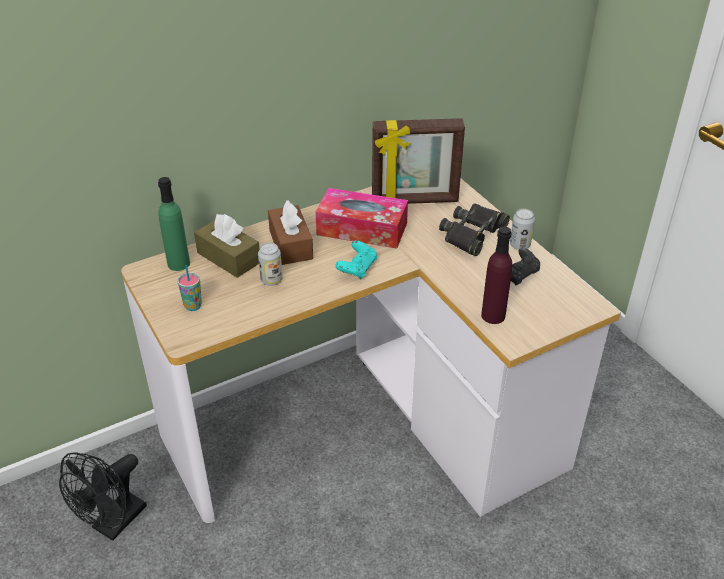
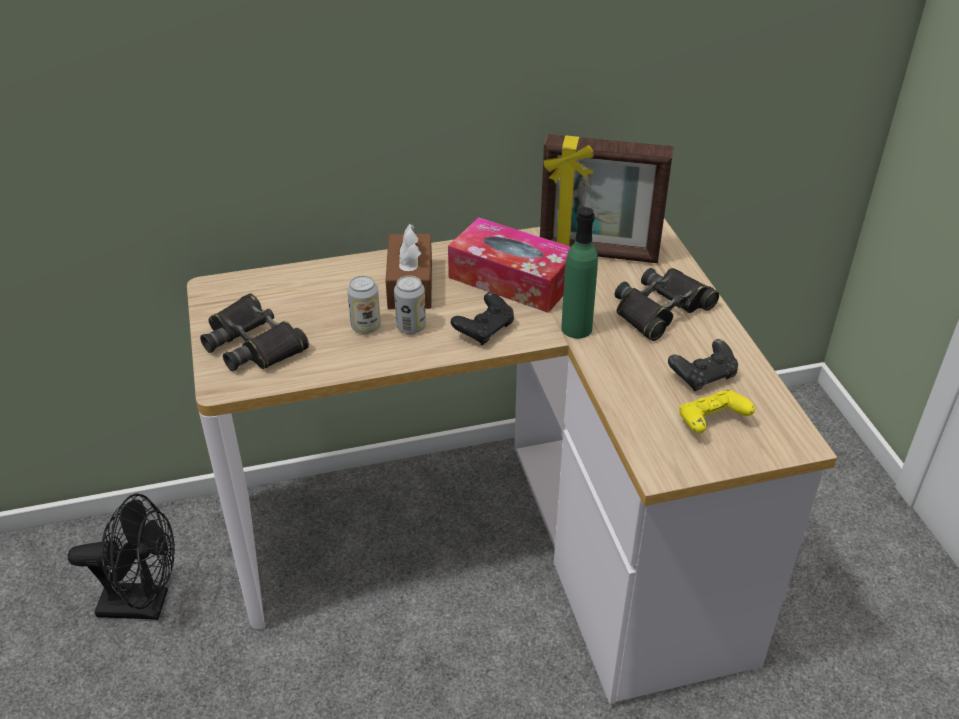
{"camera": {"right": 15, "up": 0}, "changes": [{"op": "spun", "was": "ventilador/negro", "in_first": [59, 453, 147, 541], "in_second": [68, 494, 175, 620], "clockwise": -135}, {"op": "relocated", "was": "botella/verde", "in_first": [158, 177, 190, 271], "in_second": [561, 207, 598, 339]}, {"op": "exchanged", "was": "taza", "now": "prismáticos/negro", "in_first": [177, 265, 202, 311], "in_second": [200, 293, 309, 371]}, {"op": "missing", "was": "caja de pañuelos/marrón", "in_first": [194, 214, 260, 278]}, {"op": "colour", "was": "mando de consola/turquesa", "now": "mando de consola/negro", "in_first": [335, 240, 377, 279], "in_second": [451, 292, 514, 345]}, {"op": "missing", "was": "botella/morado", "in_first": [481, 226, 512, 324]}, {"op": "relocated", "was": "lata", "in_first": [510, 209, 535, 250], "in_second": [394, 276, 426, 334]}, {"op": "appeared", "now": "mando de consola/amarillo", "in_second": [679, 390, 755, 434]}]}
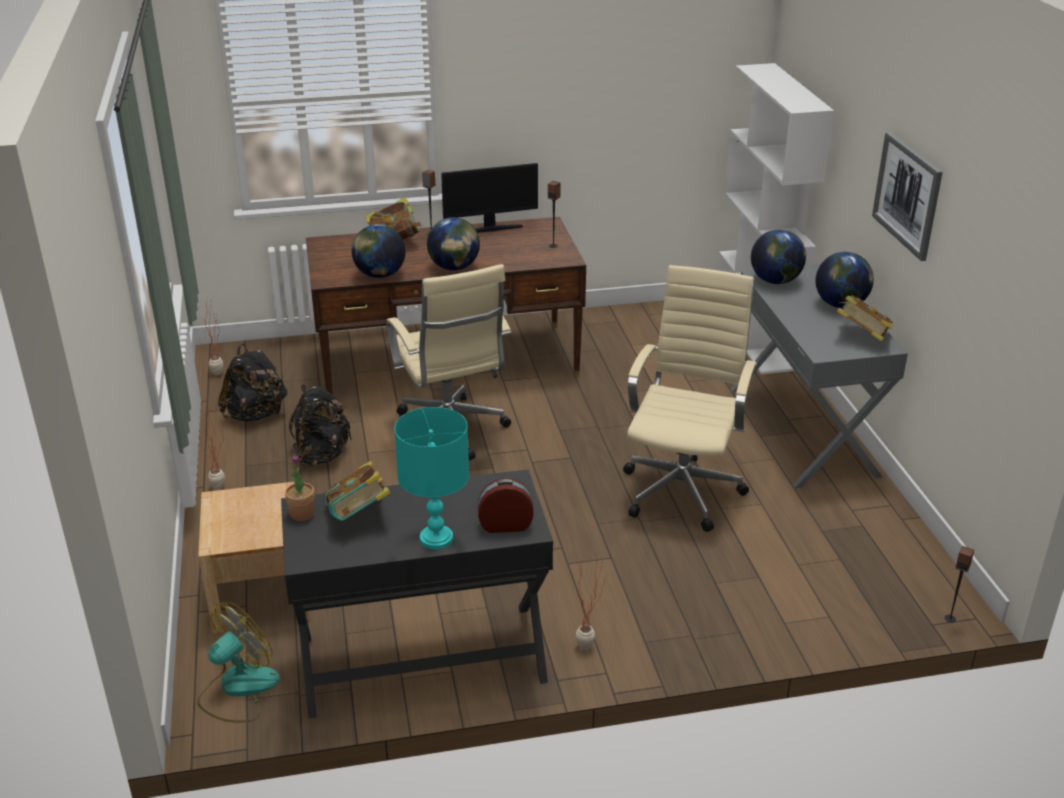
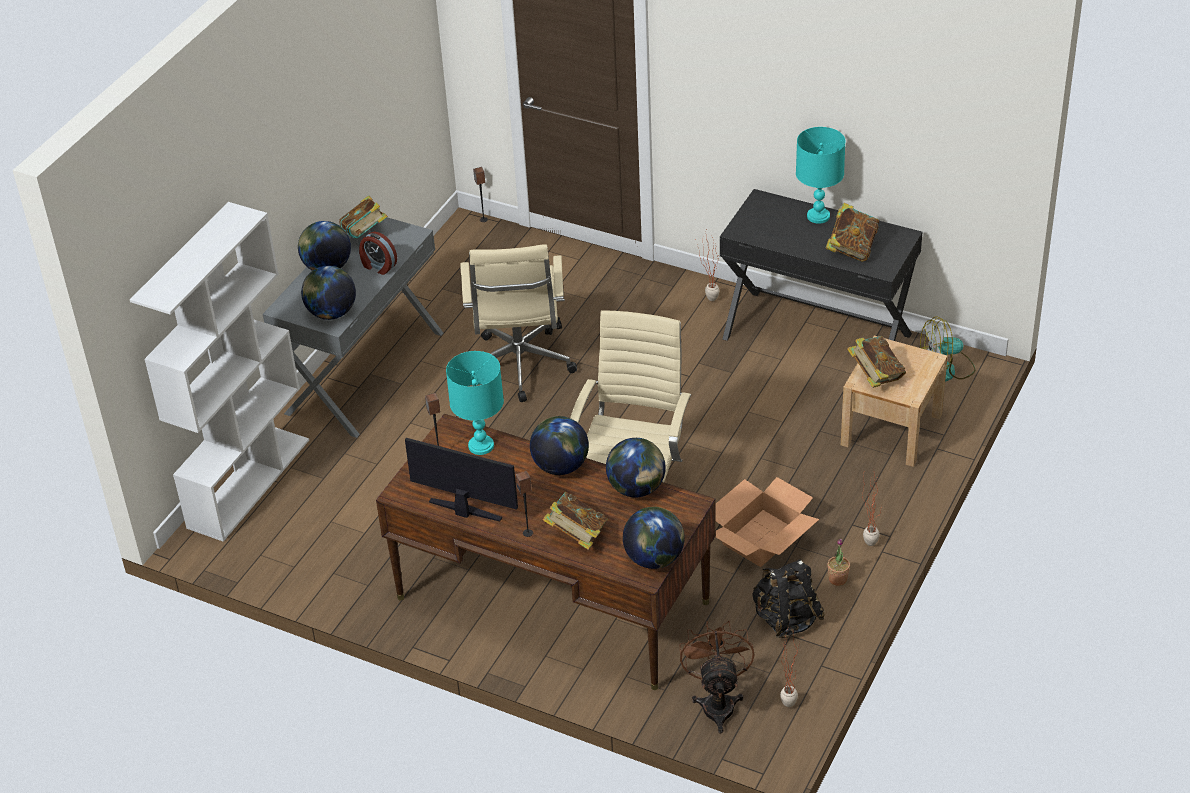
{"camera": {"right": -140, "up": 10}, "changes": [{"op": "relocated", "was": "planta en maceta", "in_first": [285, 454, 315, 521], "in_second": [827, 539, 850, 586]}, {"op": "exchanged", "was": "mochila/negro", "now": "caja de cartón", "in_first": [289, 385, 351, 467], "in_second": [715, 477, 819, 567]}, {"op": "relocated", "was": "despertador", "in_first": [478, 478, 534, 533], "in_second": [359, 231, 397, 275]}, {"op": "spun", "was": "silla de oficina/beis", "in_first": [623, 265, 757, 532], "in_second": [460, 244, 577, 402], "clockwise": -60}, {"op": "missing", "was": "cuadro", "in_first": [872, 132, 943, 261]}, {"op": "appeared", "now": "lámpara de mesa/turquesa", "in_second": [446, 351, 504, 455]}, {"op": "appeared", "now": "globo terráqueo", "in_second": [623, 507, 685, 569]}, {"op": "appeared", "now": "ventilador/marrón", "in_second": [680, 621, 754, 734]}, {"op": "appeared", "now": "libro", "in_second": [847, 336, 906, 388]}]}
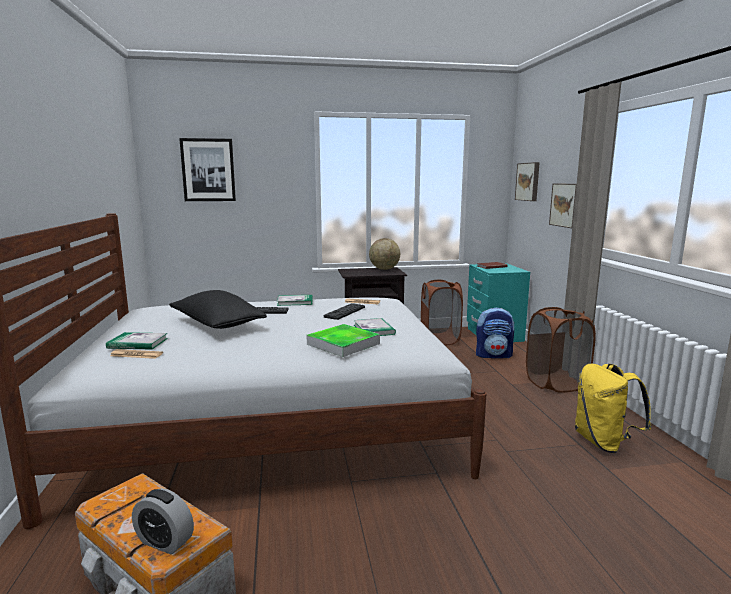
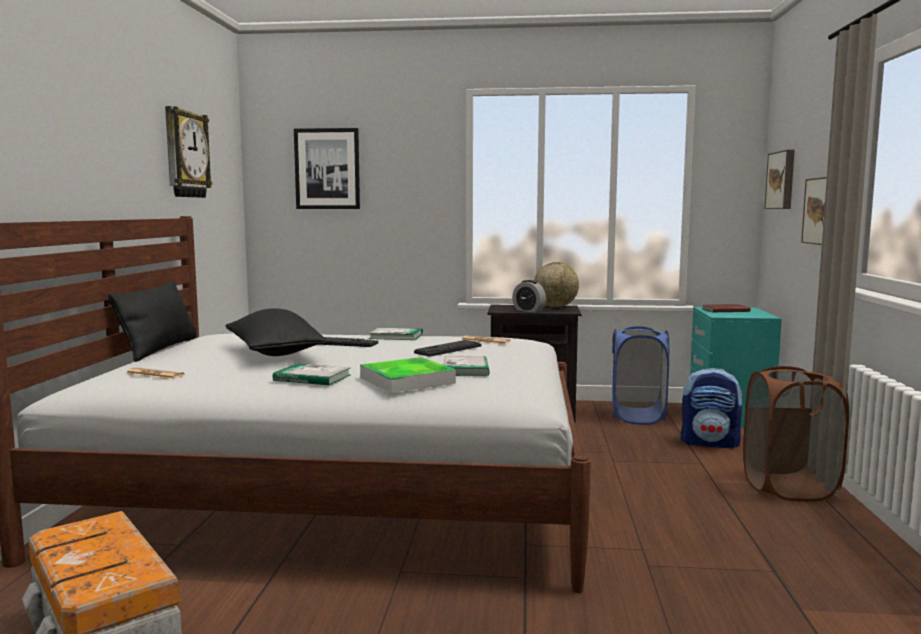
{"camera": {"right": 15, "up": -5}, "changes": [{"op": "relocated", "was": "libro", "in_first": [106, 332, 168, 350], "in_second": [273, 363, 351, 385]}, {"op": "relocated", "was": "despertador", "in_first": [132, 488, 194, 554], "in_second": [512, 280, 546, 312]}, {"op": "colour", "was": "cesto de la ropa/marrón", "now": "cesto de la ropa/azul", "in_first": [421, 280, 463, 345], "in_second": [612, 326, 670, 425]}, {"op": "missing", "was": "mochila/amarillo", "in_first": [575, 363, 652, 453]}, {"op": "appeared", "now": "cojín/negro", "in_second": [108, 280, 197, 362]}, {"op": "appeared", "now": "reloj de pared", "in_second": [165, 106, 212, 198]}]}
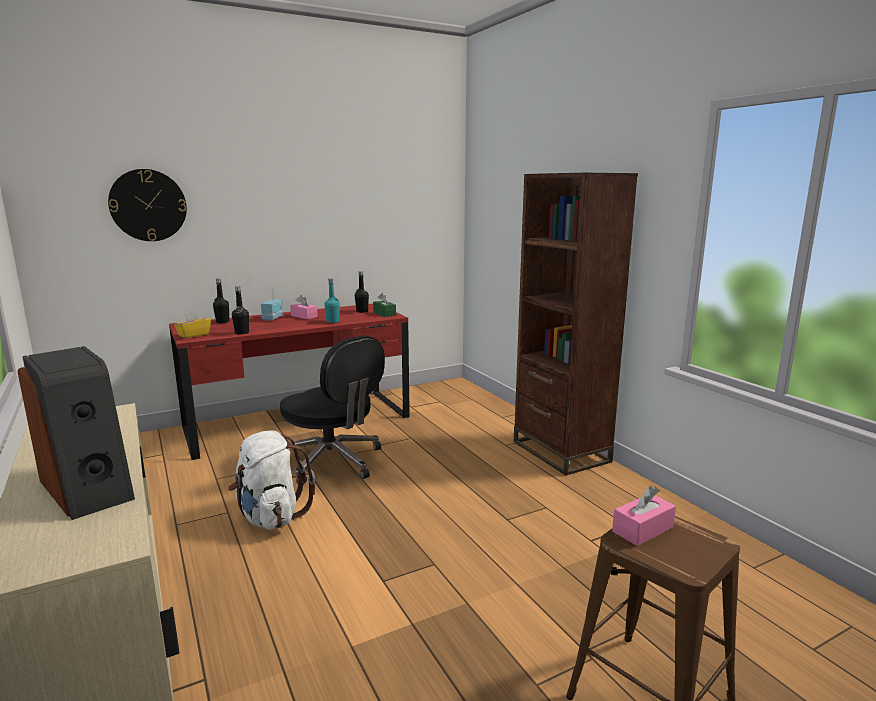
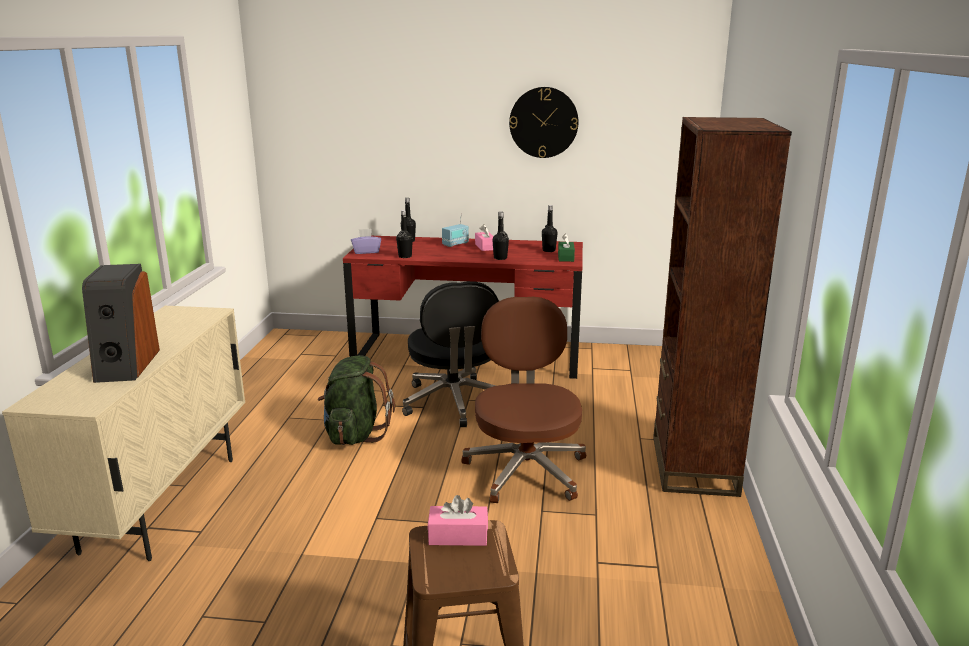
{"camera": {"right": 35, "up": 5}, "changes": [{"op": "relocated", "was": "reloj de pared", "in_first": [108, 169, 187, 241], "in_second": [509, 87, 578, 158]}, {"op": "colour", "was": "caja de pañuelos/amarillo", "now": "caja de pañuelos/morado", "in_first": [174, 311, 211, 338], "in_second": [351, 229, 381, 254]}, {"op": "colour", "was": "mochila/blanco", "now": "mochila/verde", "in_first": [228, 430, 315, 530], "in_second": [318, 355, 395, 445]}, {"op": "colour", "was": "botella/turquesa", "now": "botella/negro", "in_first": [324, 278, 340, 323], "in_second": [492, 211, 509, 260]}, {"op": "appeared", "now": "silla de oficina/marrón", "in_second": [461, 297, 586, 503]}]}
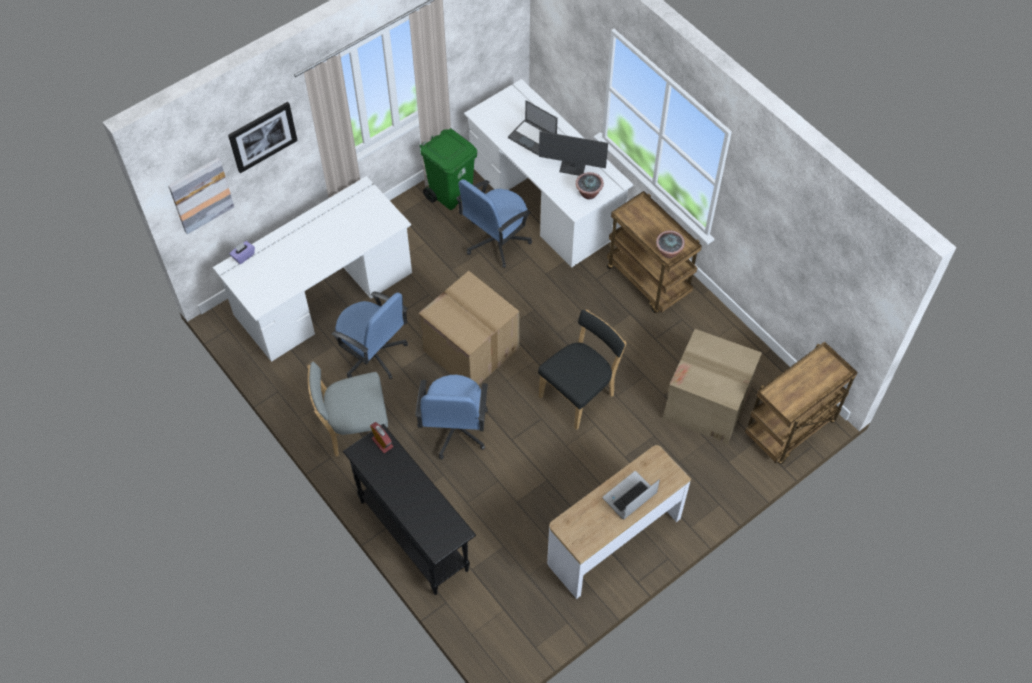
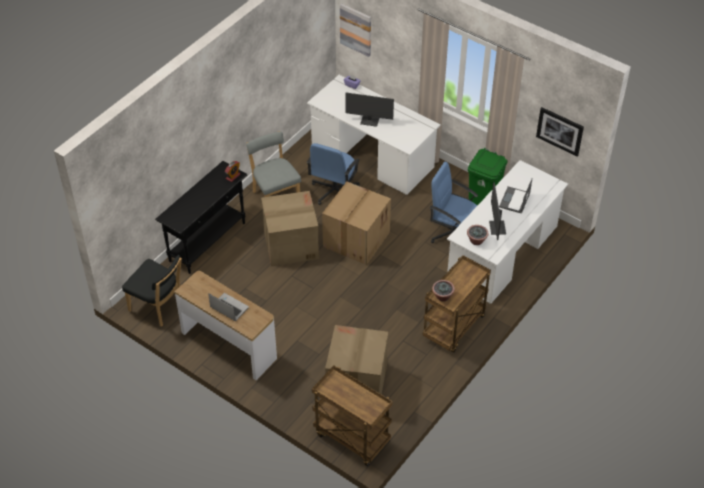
{"camera": {"right": 75, "up": -10}, "changes": [{"op": "relocated", "was": "cuadro", "in_first": [228, 102, 298, 173], "in_second": [536, 107, 584, 156]}, {"op": "exchanged", "was": "silla de oficina/azul", "now": "caja de cartón", "in_first": [415, 375, 488, 460], "in_second": [261, 191, 319, 266]}, {"op": "relocated", "was": "silla/negro", "in_first": [538, 310, 627, 430], "in_second": [122, 255, 182, 327]}, {"op": "appeared", "now": "monitor", "in_second": [345, 93, 394, 127]}]}
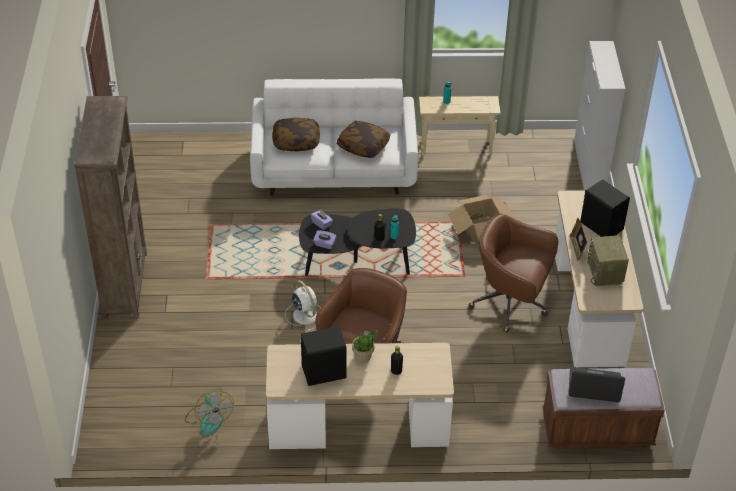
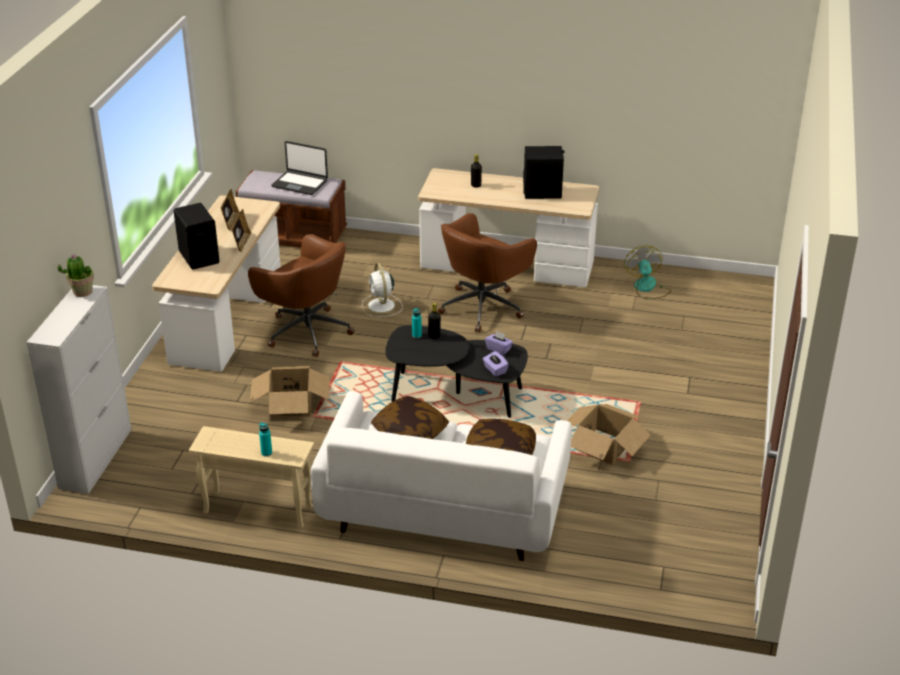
{"camera": {"right": -165, "up": -10}, "changes": [{"op": "missing", "was": "estantería/marrón", "in_first": [74, 96, 147, 319]}, {"op": "relocated", "was": "ventilador/blanco", "in_first": [285, 280, 321, 331], "in_second": [362, 263, 403, 317]}, {"op": "relocated", "was": "planta en maceta", "in_first": [352, 330, 378, 363], "in_second": [57, 254, 94, 297]}, {"op": "exchanged", "was": "radio", "now": "portarretratos", "in_first": [587, 235, 629, 286], "in_second": [221, 189, 240, 231]}, {"op": "appeared", "now": "caja de cartón", "in_second": [567, 404, 651, 465]}]}
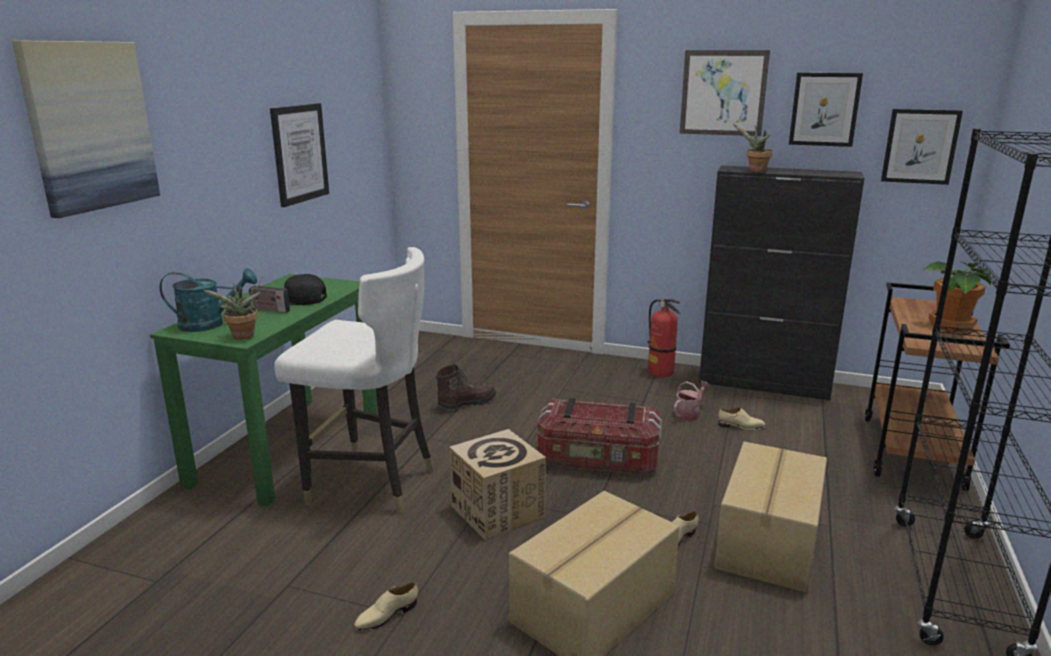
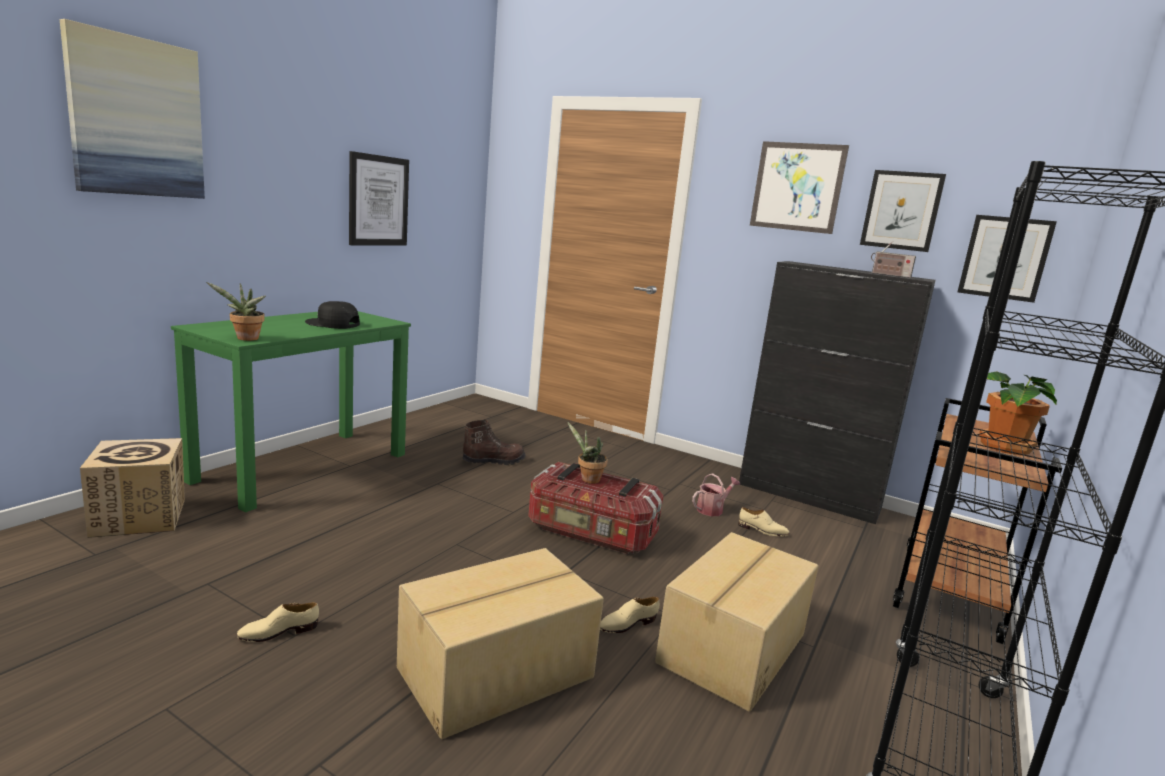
{"camera": {"right": 10, "up": -5}, "changes": [{"op": "missing", "was": "regadera/turquesa", "in_first": [160, 268, 257, 332]}, {"op": "relocated", "was": "radio", "in_first": [249, 275, 290, 313], "in_second": [871, 241, 916, 278]}, {"op": "missing", "was": "silla/blanco", "in_first": [274, 247, 434, 514]}, {"op": "relocated", "was": "caja de cartón", "in_first": [449, 429, 546, 541], "in_second": [80, 438, 185, 538]}, {"op": "missing", "was": "extintor", "in_first": [648, 299, 681, 378]}, {"op": "relocated", "was": "planta en maceta", "in_first": [733, 124, 773, 172], "in_second": [567, 421, 608, 484]}]}
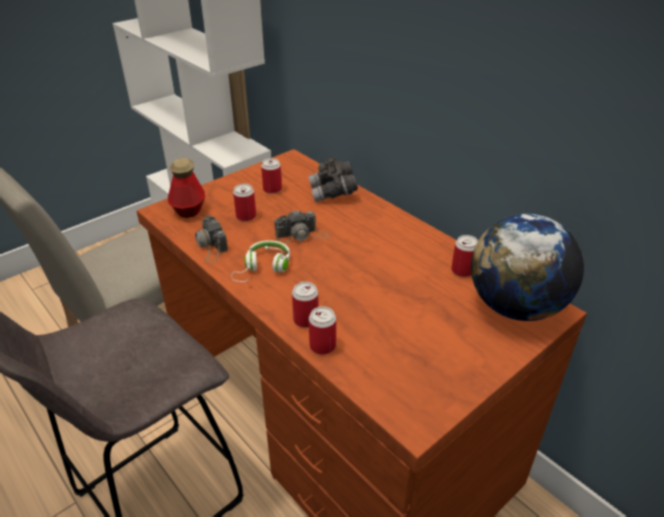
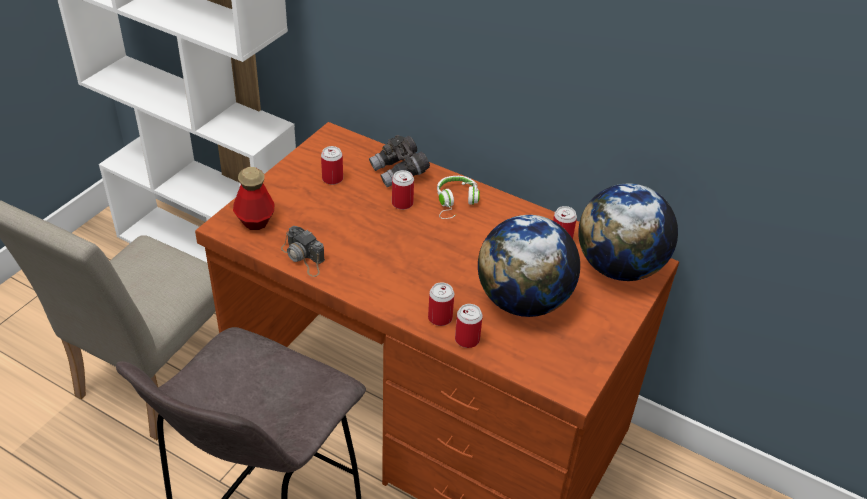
{"camera": {"right": -20, "up": 5}, "changes": [{"op": "relocated", "was": "auriculares/blanco", "in_first": [231, 240, 290, 282], "in_second": [437, 176, 480, 219]}, {"op": "relocated", "was": "lata", "in_first": [233, 184, 256, 221], "in_second": [392, 170, 414, 210]}, {"op": "missing", "was": "cámara", "in_first": [274, 210, 329, 244]}, {"op": "appeared", "now": "globo terráqueo", "in_second": [478, 215, 580, 317]}]}
